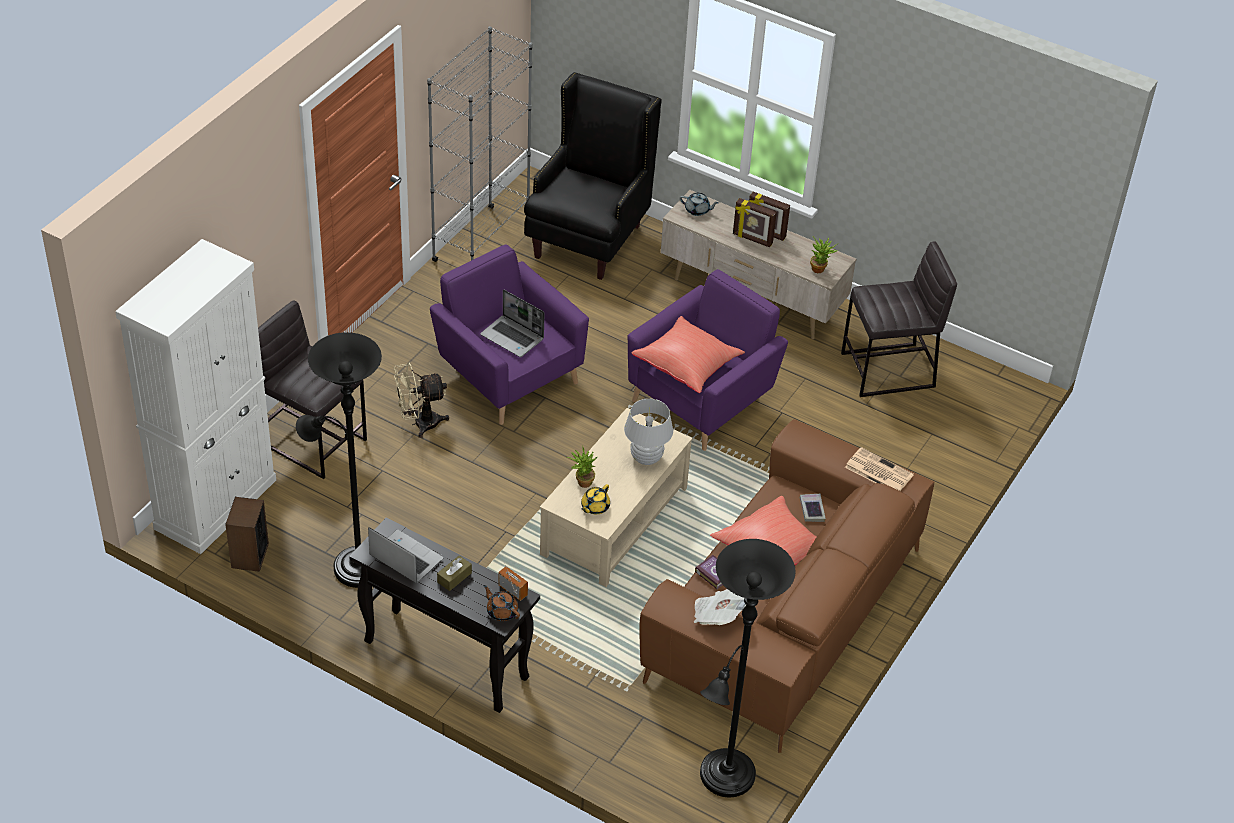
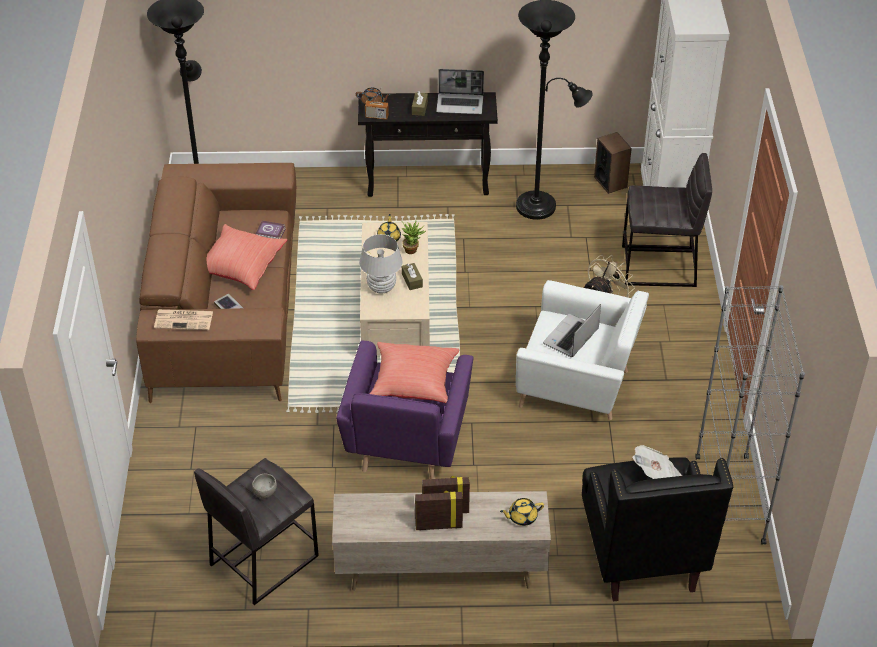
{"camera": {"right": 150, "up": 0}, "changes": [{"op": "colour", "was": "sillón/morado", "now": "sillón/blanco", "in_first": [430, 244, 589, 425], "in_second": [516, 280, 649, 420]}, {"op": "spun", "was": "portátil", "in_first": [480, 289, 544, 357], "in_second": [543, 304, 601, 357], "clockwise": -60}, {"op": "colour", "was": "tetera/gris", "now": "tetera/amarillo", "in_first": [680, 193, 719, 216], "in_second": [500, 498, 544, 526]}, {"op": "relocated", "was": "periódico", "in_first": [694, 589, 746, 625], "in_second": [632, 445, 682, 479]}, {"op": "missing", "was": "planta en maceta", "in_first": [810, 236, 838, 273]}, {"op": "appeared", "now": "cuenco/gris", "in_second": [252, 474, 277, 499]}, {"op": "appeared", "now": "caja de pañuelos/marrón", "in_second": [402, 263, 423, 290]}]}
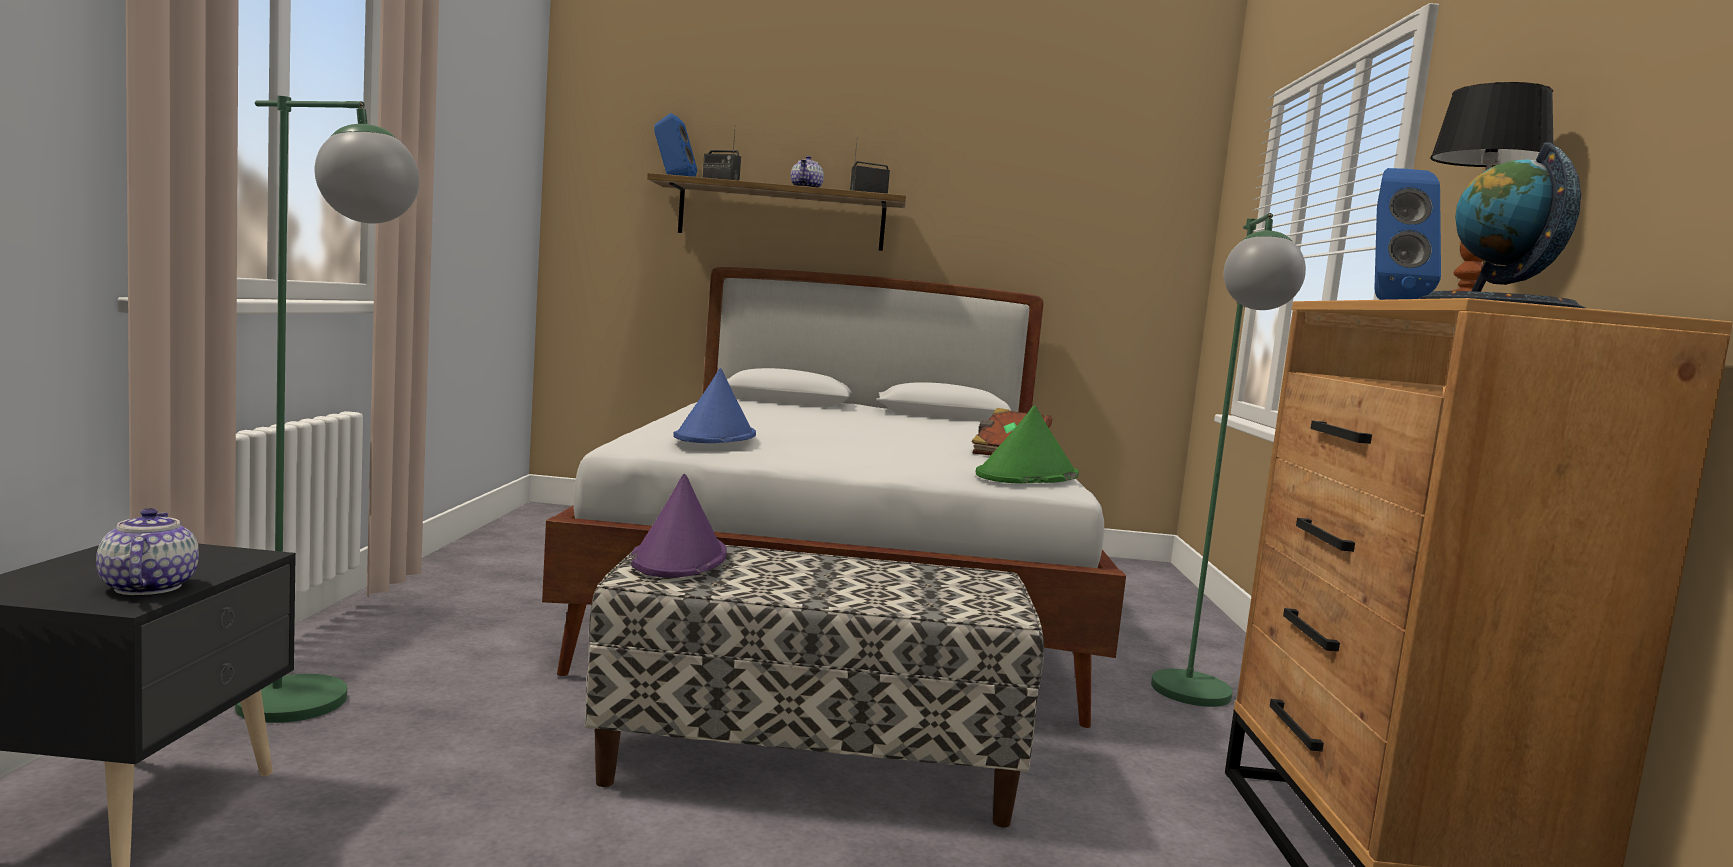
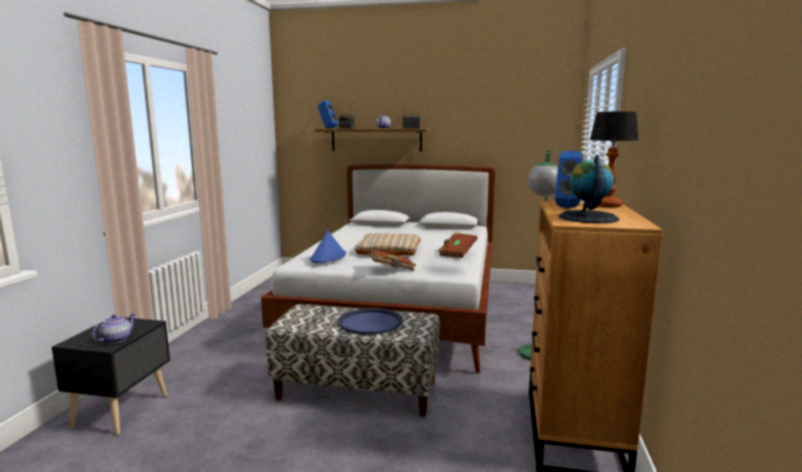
{"camera": {"right": 10, "up": 5}, "changes": [{"op": "spun", "was": "tetera", "in_first": [96, 508, 199, 595], "in_second": [92, 313, 135, 343], "clockwise": 45}, {"op": "missing", "was": "lámpara de pie/verde", "in_first": [235, 96, 419, 723]}, {"op": "missing", "was": "sombrero/morado", "in_first": [631, 474, 727, 577]}, {"op": "missing", "was": "sombrero/verde", "in_first": [975, 406, 1079, 484]}, {"op": "appeared", "now": "bandeja/azul", "in_second": [338, 308, 402, 335]}, {"op": "appeared", "now": "cojín/beis", "in_second": [355, 233, 421, 256]}, {"op": "appeared", "now": "libro/marrón", "in_second": [368, 249, 416, 271]}]}
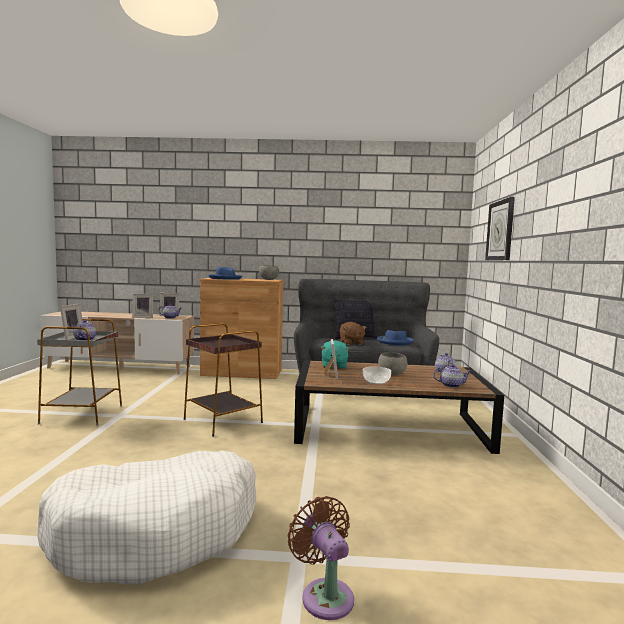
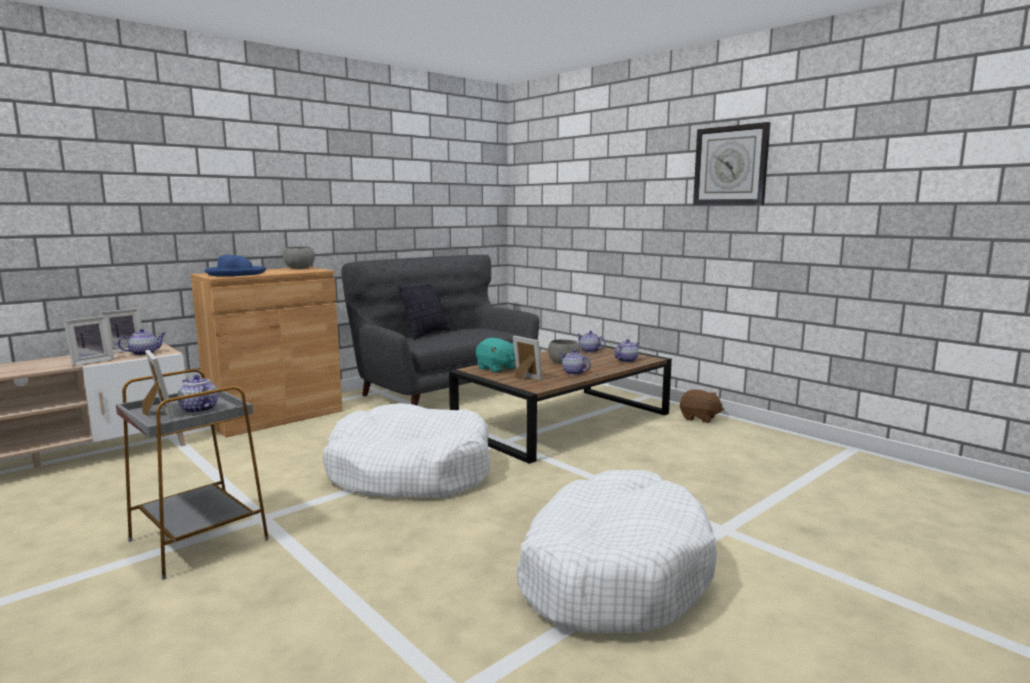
{"camera": {"right": -45, "up": 5}, "changes": [{"op": "exchanged", "was": "mesa auxiliar/marrón", "now": "cama para perro/blanco", "in_first": [184, 323, 263, 437], "in_second": [322, 403, 490, 498]}, {"op": "missing", "was": "ventilador/marrón", "in_first": [288, 496, 354, 620]}, {"op": "relocated", "was": "peluche/marrón", "in_first": [339, 322, 367, 345], "in_second": [680, 389, 724, 423]}, {"op": "exchanged", "was": "cuenco", "now": "tetera", "in_first": [363, 367, 391, 385], "in_second": [559, 350, 591, 375]}, {"op": "missing", "was": "sombrero/azul", "in_first": [377, 330, 414, 345]}, {"op": "relocated", "was": "reloj de pared", "in_first": [485, 197, 515, 260], "in_second": [693, 122, 770, 205]}]}
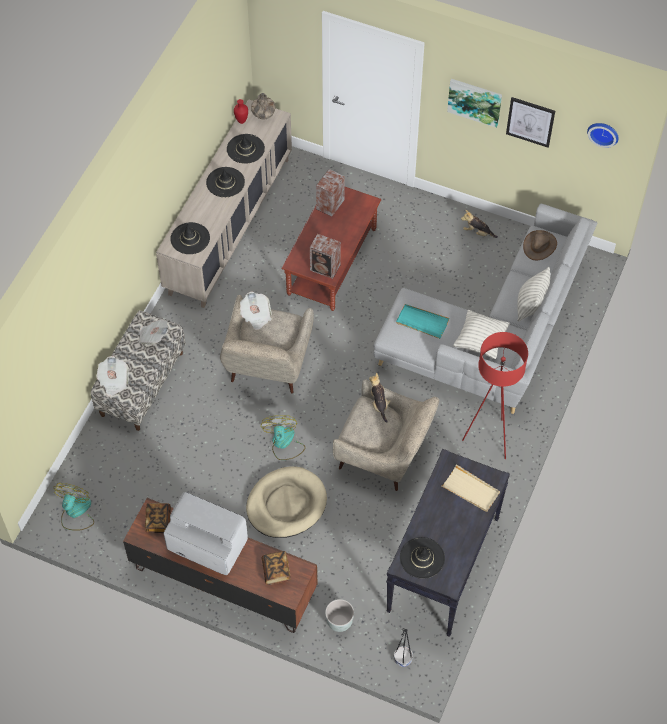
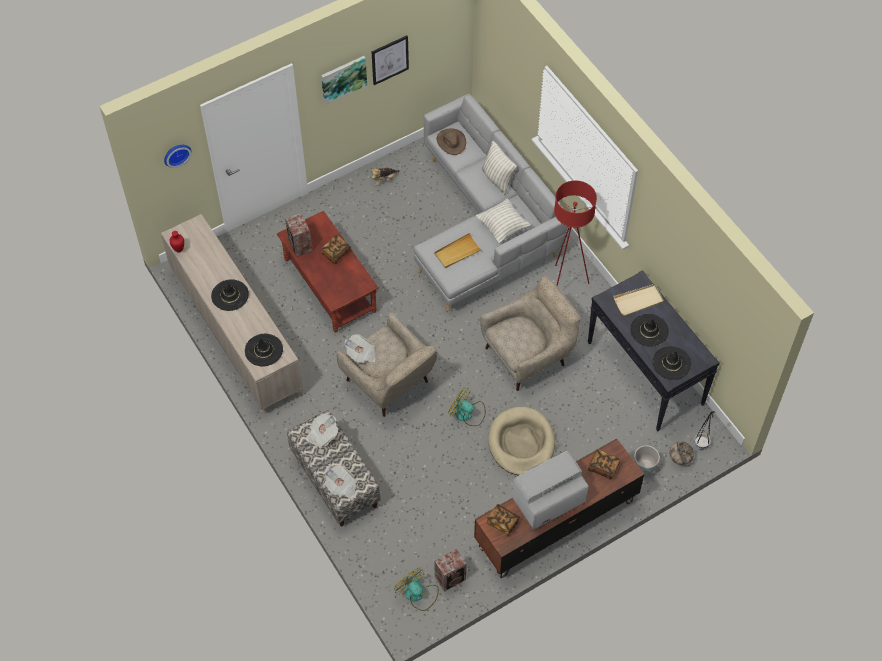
{"camera": {"right": -55, "up": 0}, "changes": [{"op": "relocated", "was": "sombrero/negro", "in_first": [227, 134, 265, 164], "in_second": [630, 314, 669, 347]}, {"op": "relocated", "was": "florero", "in_first": [251, 93, 276, 119], "in_second": [670, 441, 694, 465]}, {"op": "relocated", "was": "altavoz", "in_first": [310, 234, 341, 279], "in_second": [435, 549, 466, 592]}, {"op": "missing", "was": "peluche", "in_first": [369, 373, 391, 423]}, {"op": "colour", "was": "bandeja/turquesa", "now": "bandeja/beis", "in_first": [396, 304, 450, 339], "in_second": [434, 233, 481, 268]}, {"op": "relocated", "was": "reloj de pared", "in_first": [587, 123, 618, 148], "in_second": [164, 145, 191, 168]}, {"op": "appeared", "now": "libro", "in_second": [321, 235, 351, 264]}]}
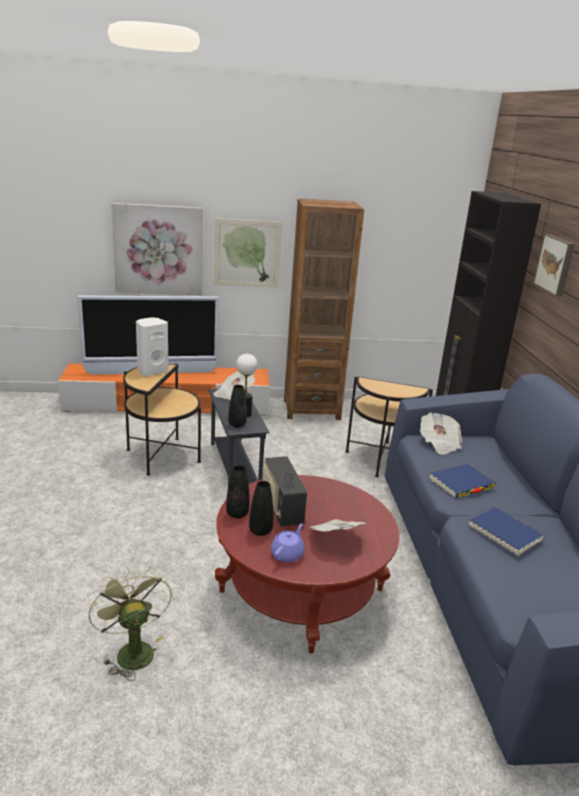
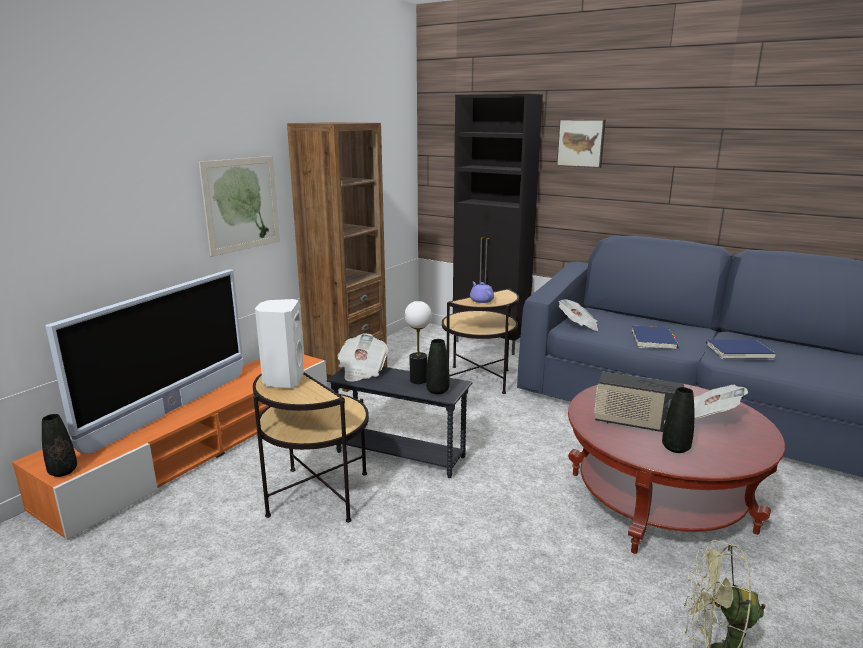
{"camera": {"right": -50, "up": -5}, "changes": [{"op": "missing", "was": "cuadro", "in_first": [111, 203, 203, 295]}, {"op": "relocated", "was": "florero/negro", "in_first": [226, 465, 250, 518], "in_second": [42, 414, 77, 477]}, {"op": "relocated", "was": "tetera/morado", "in_first": [271, 524, 305, 562], "in_second": [470, 282, 494, 303]}]}
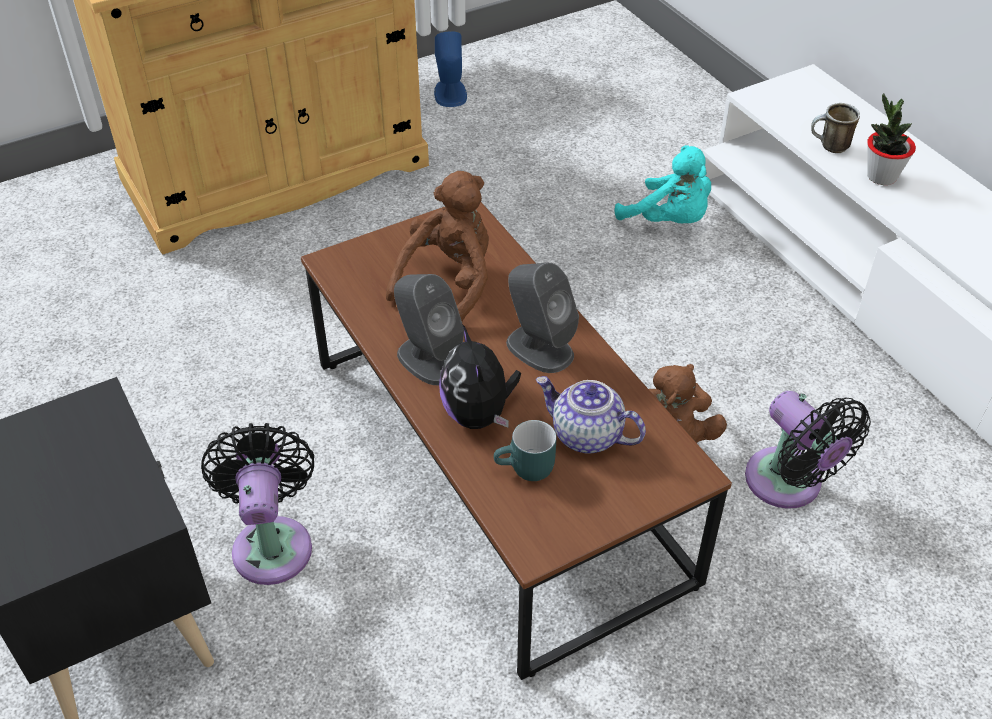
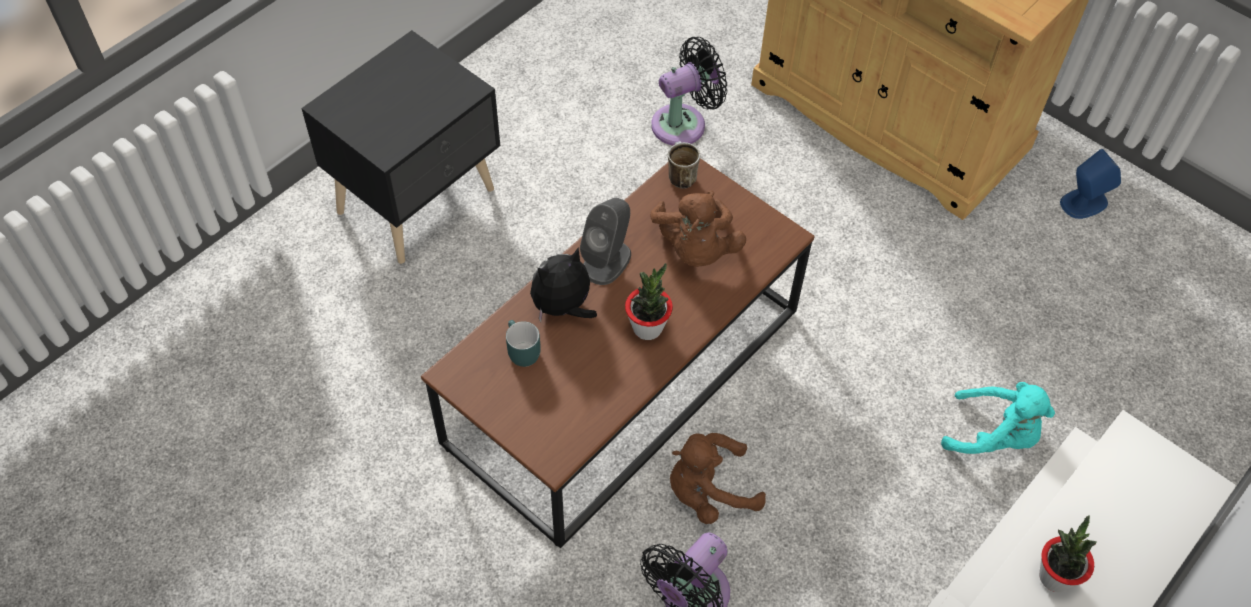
{"camera": {"right": 70, "up": 10}, "changes": [{"op": "relocated", "was": "ventilador/negro", "in_first": [201, 423, 314, 585], "in_second": [652, 37, 727, 146]}, {"op": "spun", "was": "peluche/marrón", "in_first": [386, 171, 489, 321], "in_second": [650, 190, 746, 267], "clockwise": 75}, {"op": "exchanged", "was": "altavoz/gris", "now": "planta en maceta", "in_first": [506, 263, 579, 373], "in_second": [625, 263, 673, 340]}, {"op": "missing", "was": "tetera", "in_first": [536, 376, 646, 454]}, {"op": "spun", "was": "peluche/turquesa", "in_first": [614, 145, 711, 223], "in_second": [941, 382, 1055, 454], "clockwise": -90}, {"op": "relocated", "was": "taza grande", "in_first": [811, 103, 860, 153], "in_second": [668, 141, 700, 189]}]}
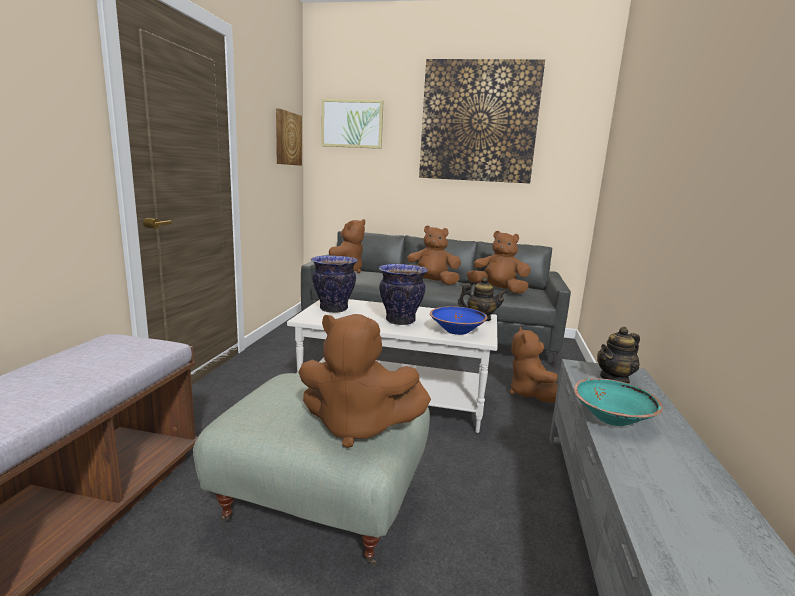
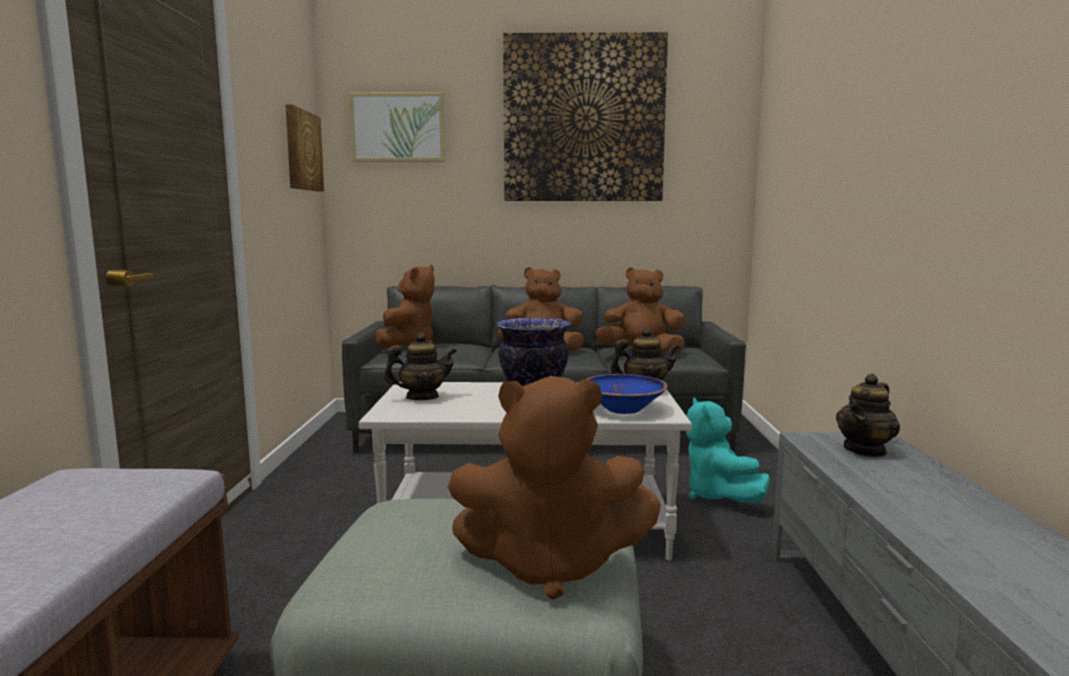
{"camera": {"right": -10, "up": -5}, "changes": [{"op": "exchanged", "was": "florero", "now": "tetera", "in_first": [311, 255, 358, 313], "in_second": [384, 332, 457, 400]}, {"op": "colour", "was": "peluche/marrón", "now": "peluche/turquesa", "in_first": [509, 326, 558, 403], "in_second": [686, 398, 770, 503]}, {"op": "missing", "was": "cuenco/turquesa", "in_first": [574, 378, 663, 426]}]}
